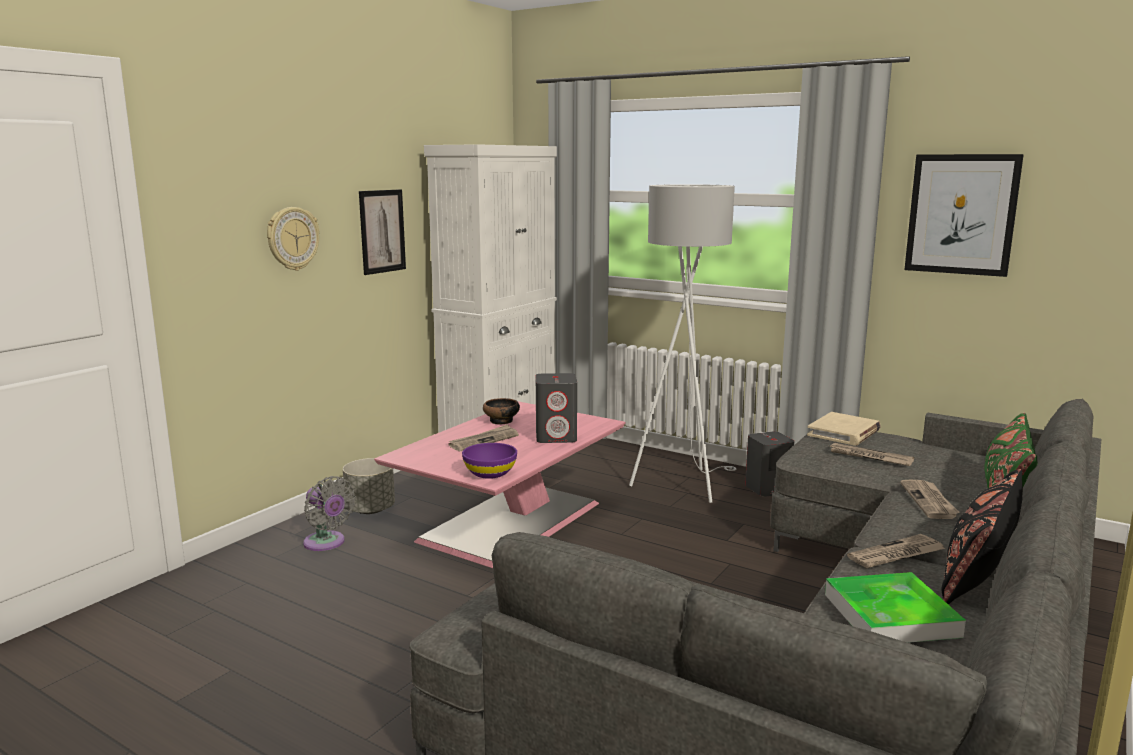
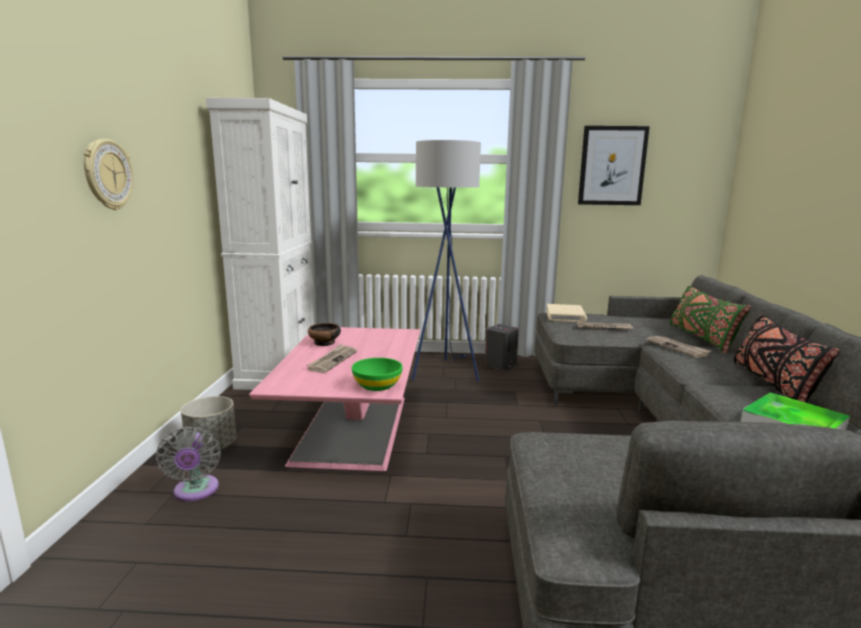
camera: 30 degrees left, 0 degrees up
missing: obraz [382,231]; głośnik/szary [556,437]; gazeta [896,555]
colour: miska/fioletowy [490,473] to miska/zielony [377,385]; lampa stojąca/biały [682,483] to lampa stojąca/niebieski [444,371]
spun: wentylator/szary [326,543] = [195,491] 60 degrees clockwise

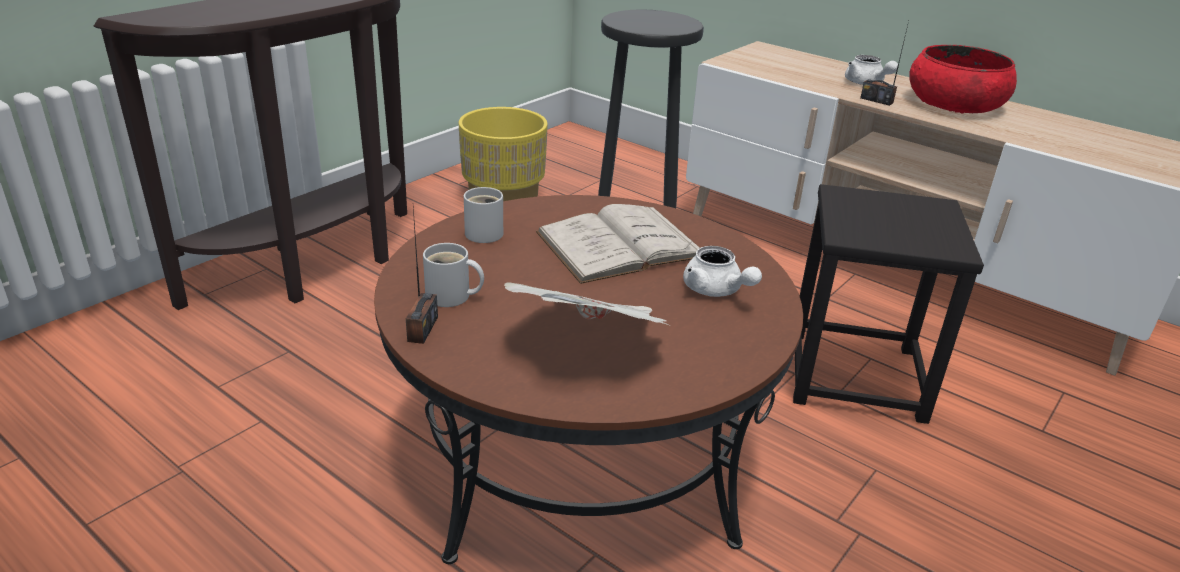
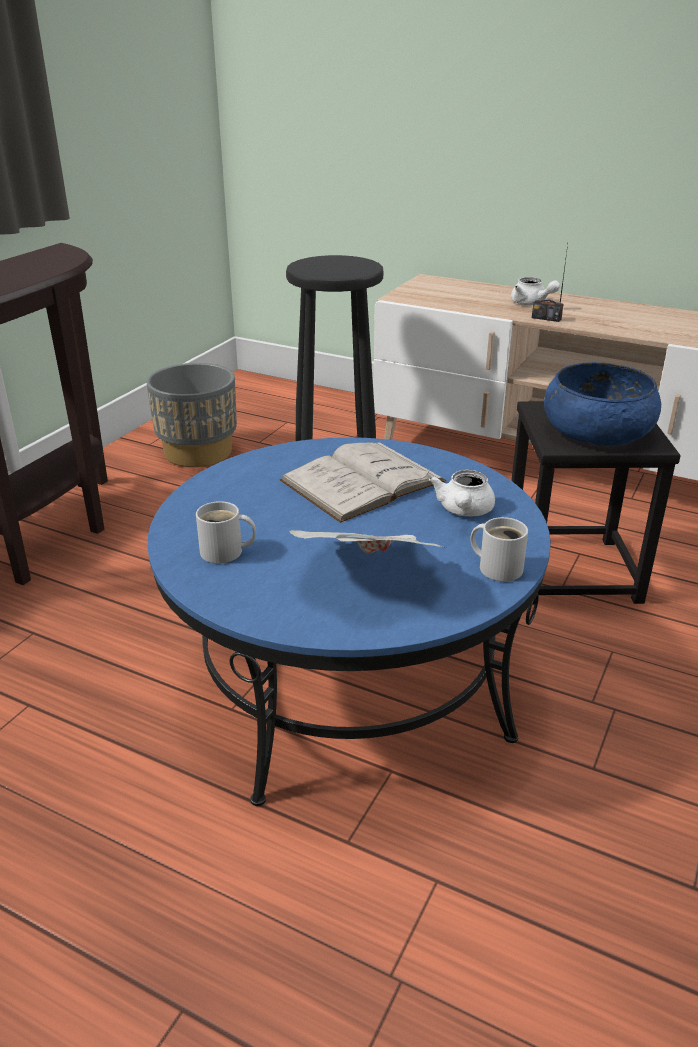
camera: 10 degrees left, 0 degrees up
missing: radio [422,329]; miska/czerwony [955,103]
appeared: miska/niebieski [597,430]
relocated: kubek/biały [483,232] to [498,567]
colour: donica/żółty [503,198] to donica/szary [198,452]; ława/brązowy [581,452] to ława/niebieski [349,681]
spun: imbryk/biały [716,291] = [464,511] 60 degrees clockwise

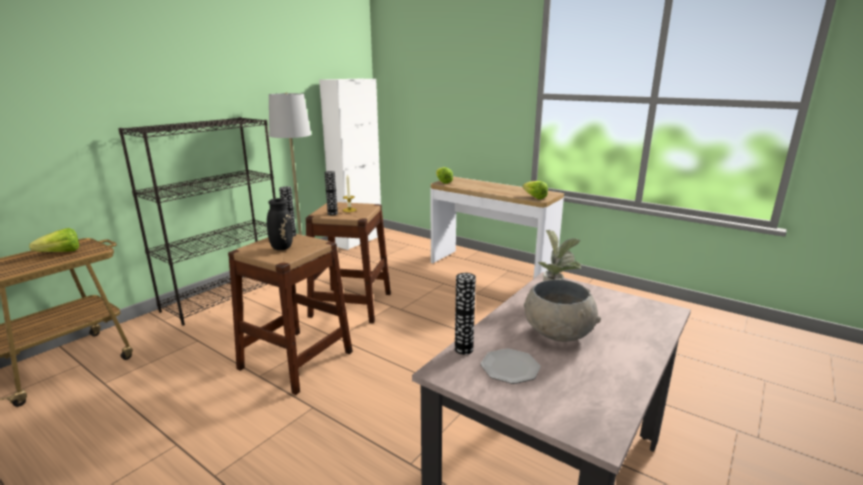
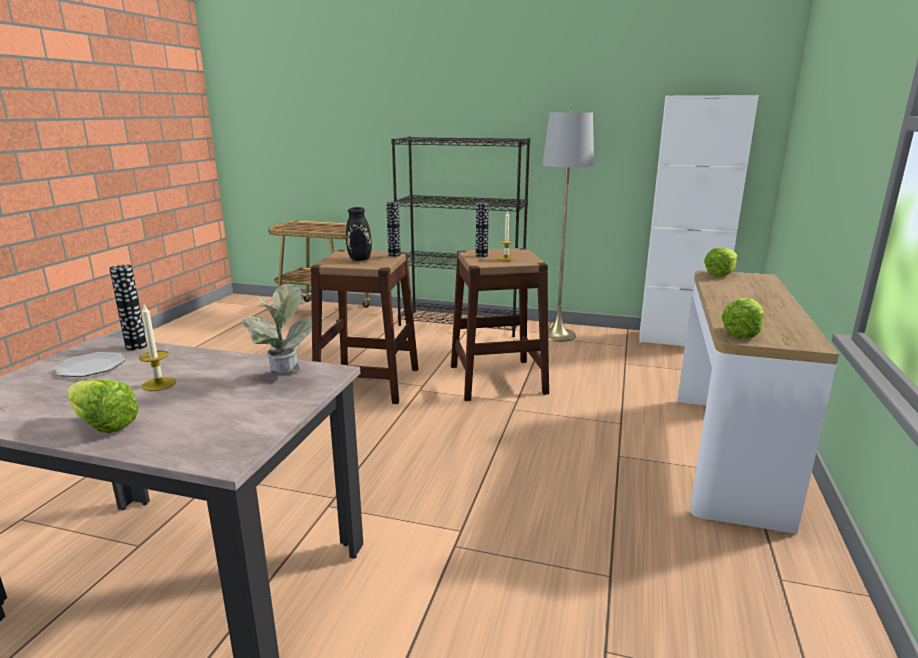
camera: 70 degrees right, 0 degrees up
relocated: sałata [57,253] to [101,422]
exchanged: miska/szary [557,334] to świeca [159,384]

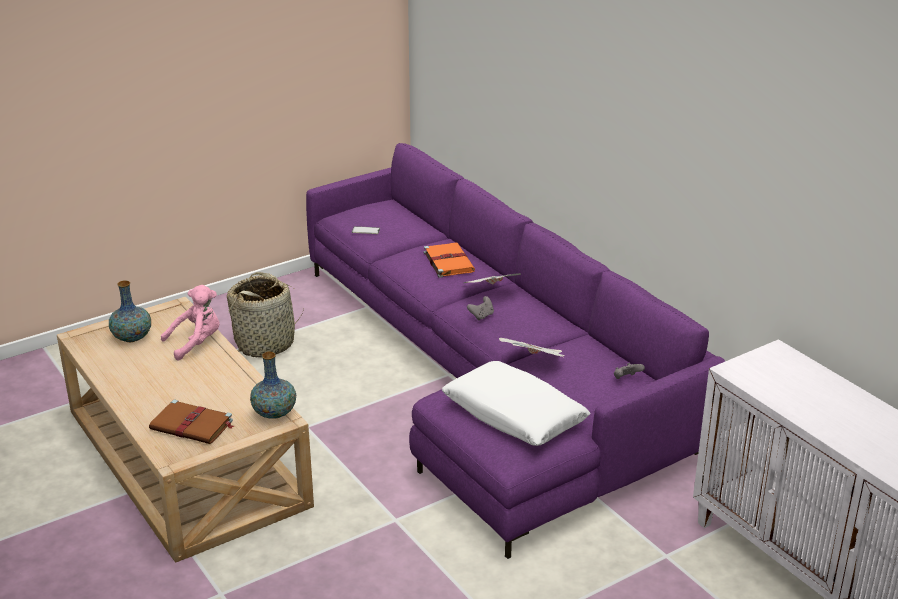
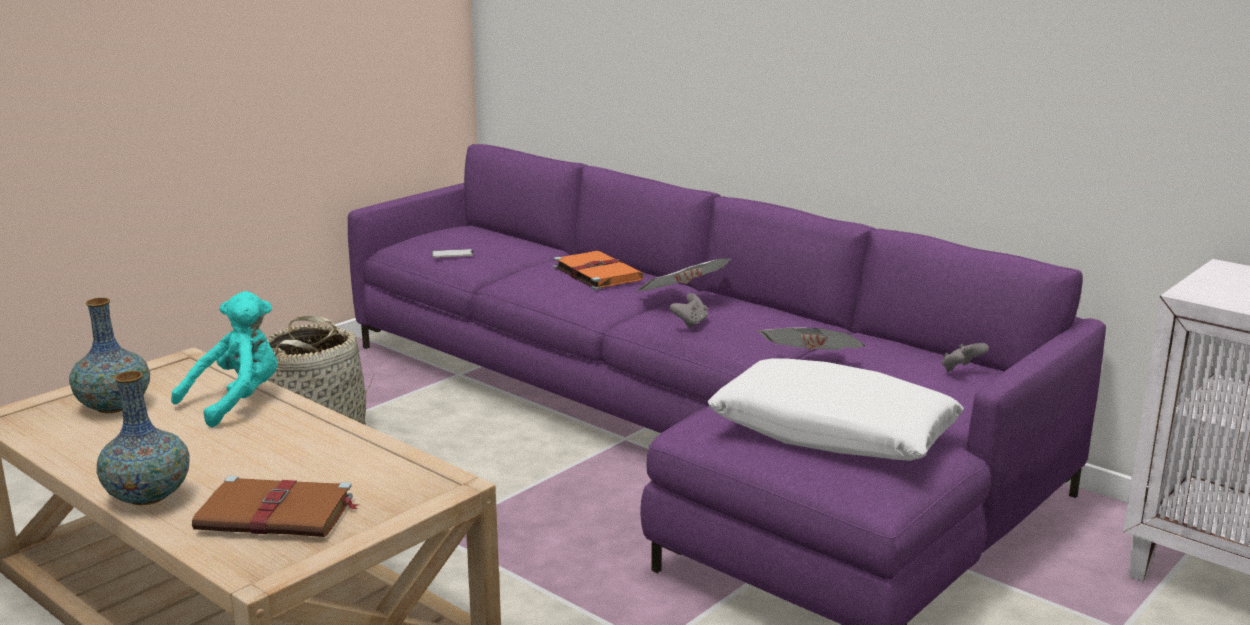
camera: 15 degrees left, 10 degrees down
relocated: wazon [274,413] to [148,496]
colour: pluszak/różowy [196,343] to pluszak/turkusowy [237,401]

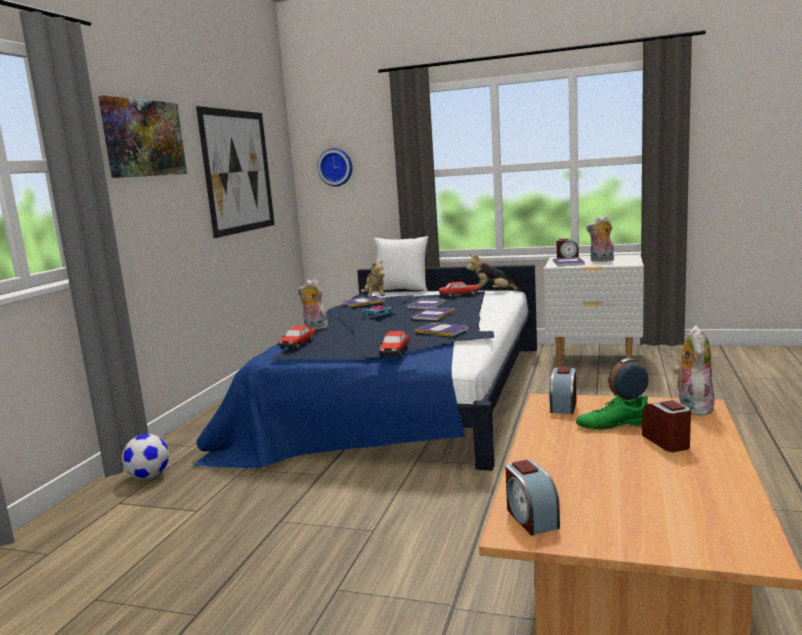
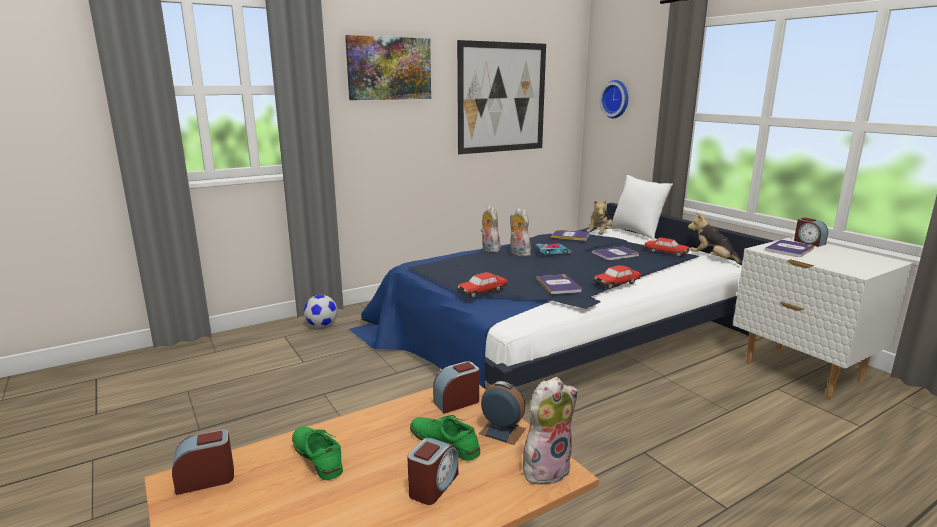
camera: 40 degrees right, 5 degrees up
missing: książka [433,315]
appeared: but/zielony [317,456]
relocated: pluszak [601,260] to [518,253]; samochodzik [298,344] to [616,284]
spun: budzik [531,518] = [206,479] 45 degrees clockwise

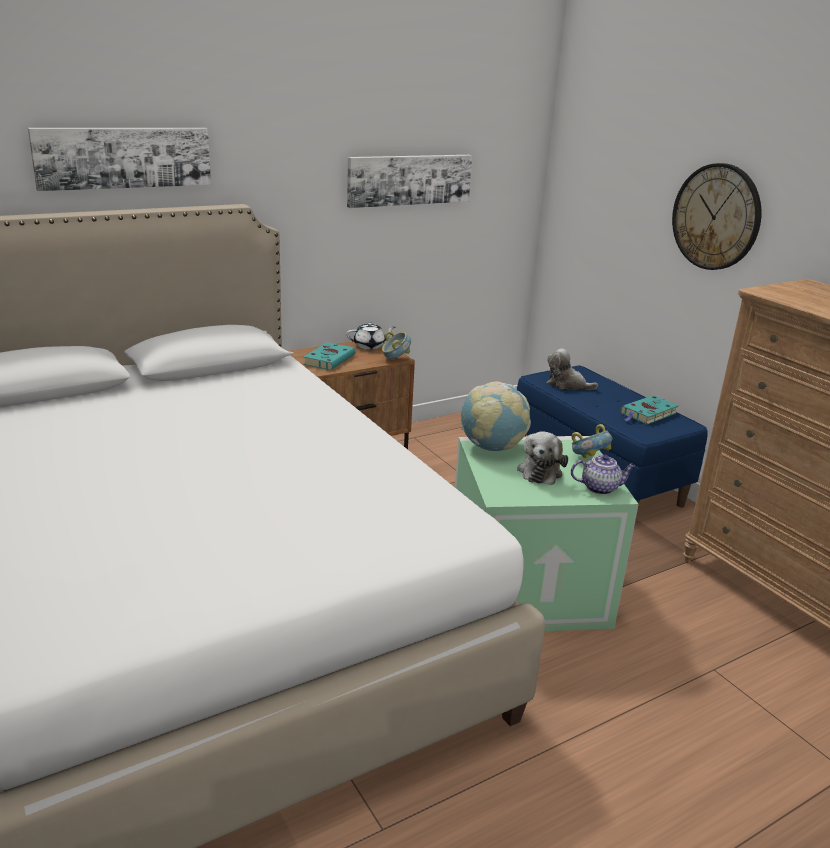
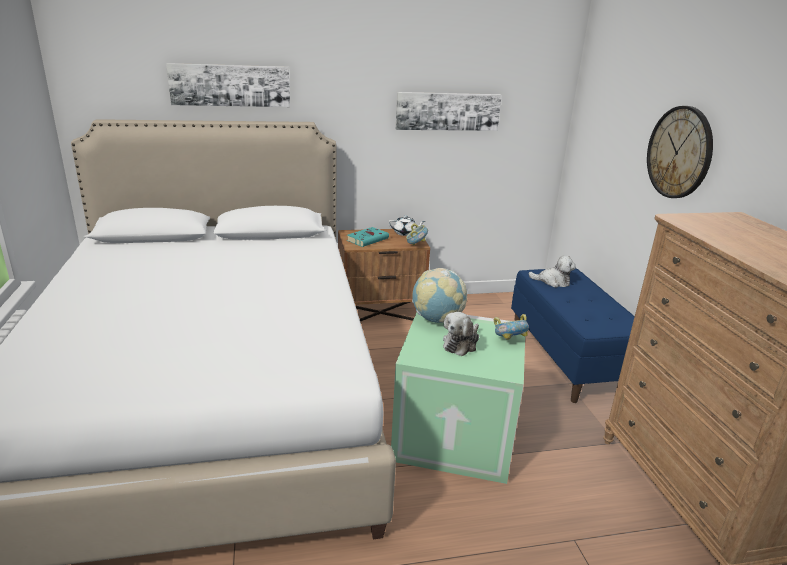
camera: 20 degrees right, 0 degrees up
missing: imbryk [600,488]; książka/turkusowy [647,414]
spun: pluszak [566,384] = [553,281] 150 degrees clockwise

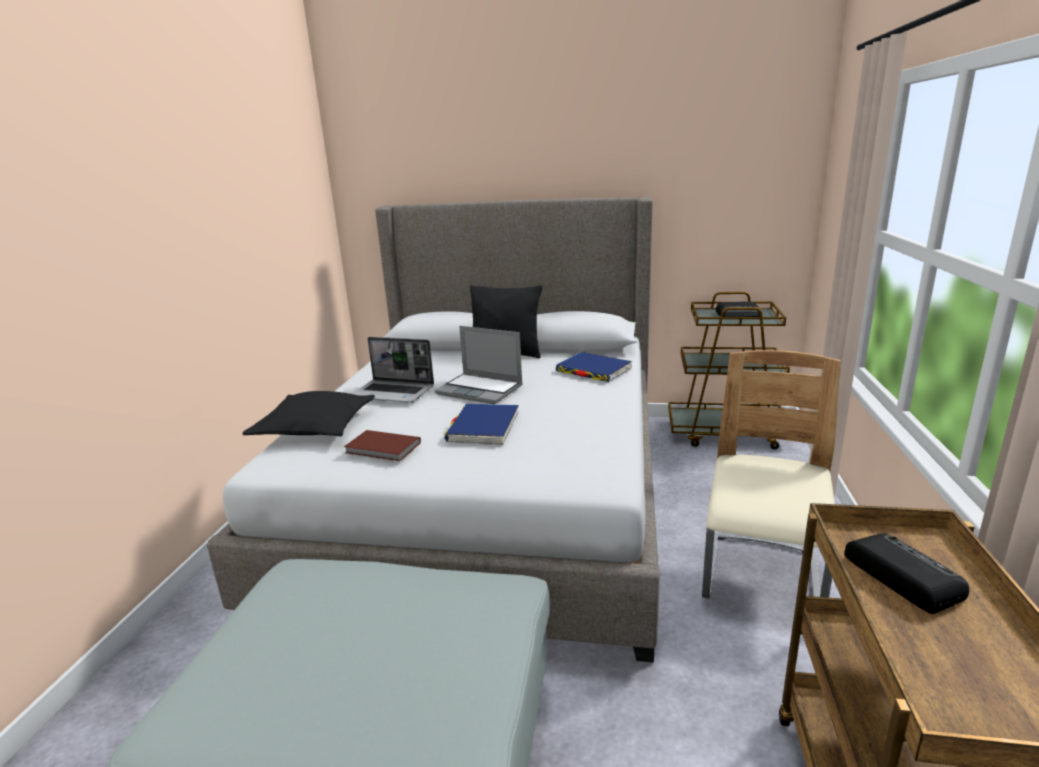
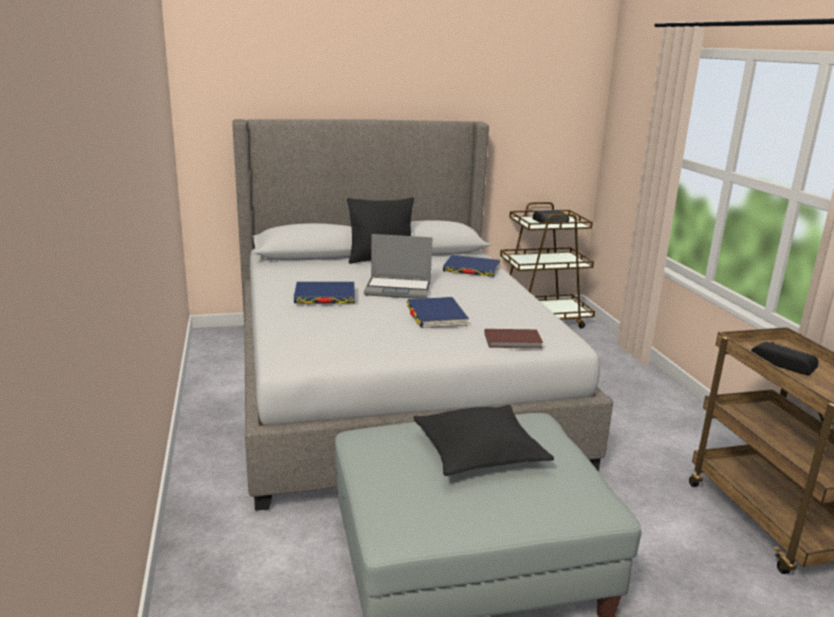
camera: 25 degrees left, 0 degrees up
missing: krzesło/beżowy [761,578]
relocated: poduszka/czarny [315,427] to [479,452]; książka/brązowy [383,448] to [514,341]
exchanged: laptop [394,392] to książka/niebieski [325,296]

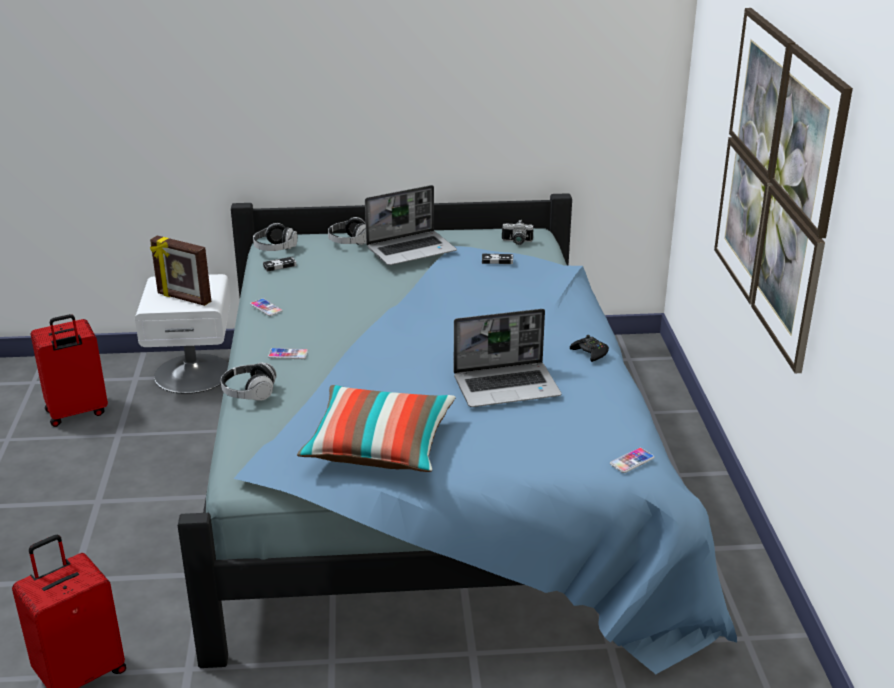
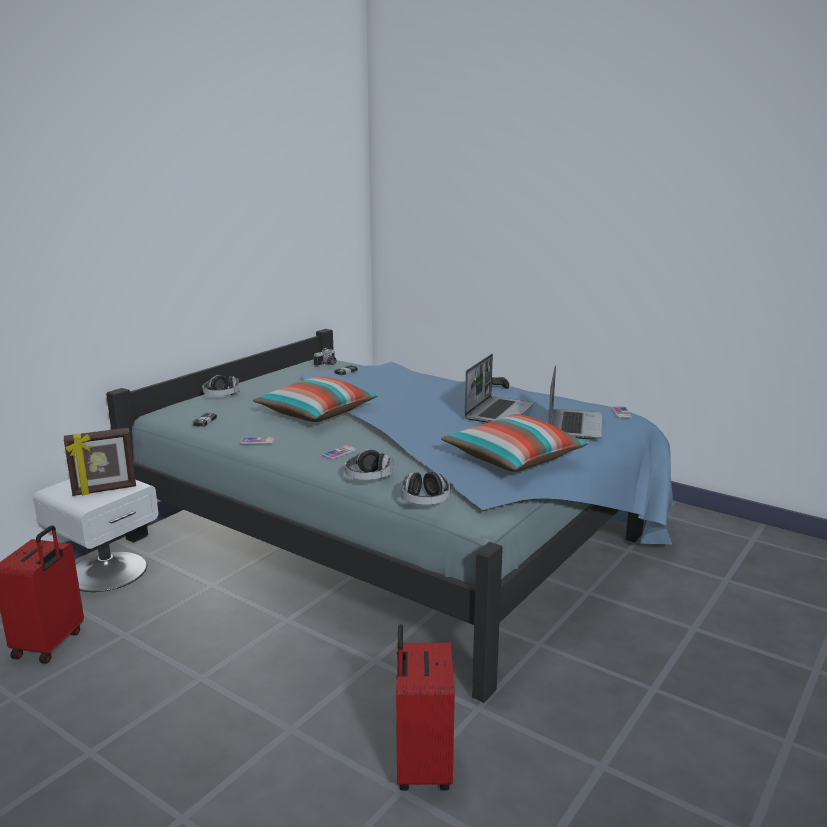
camera: 50 degrees left, 10 degrees down
missing: obraz [776,182]
appeared: poduszka [316,413]
relocated: słuchawki [275,249] to [425,501]; laptop [412,249] to [573,425]

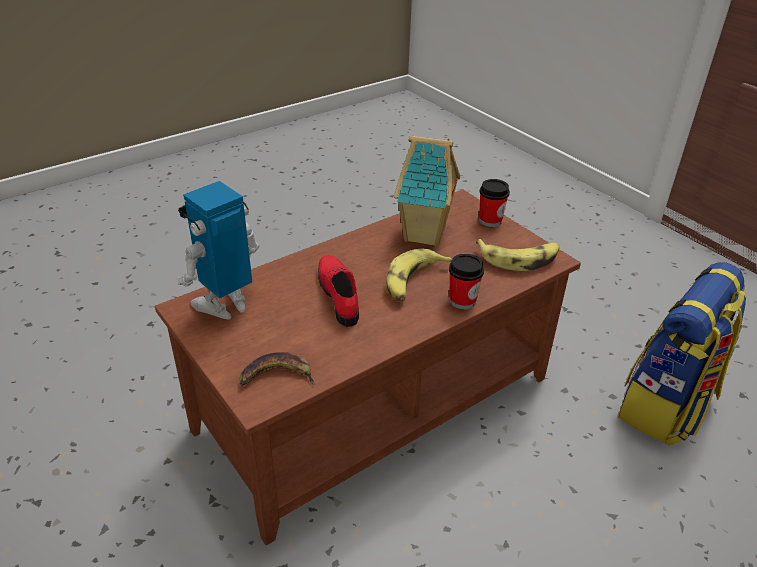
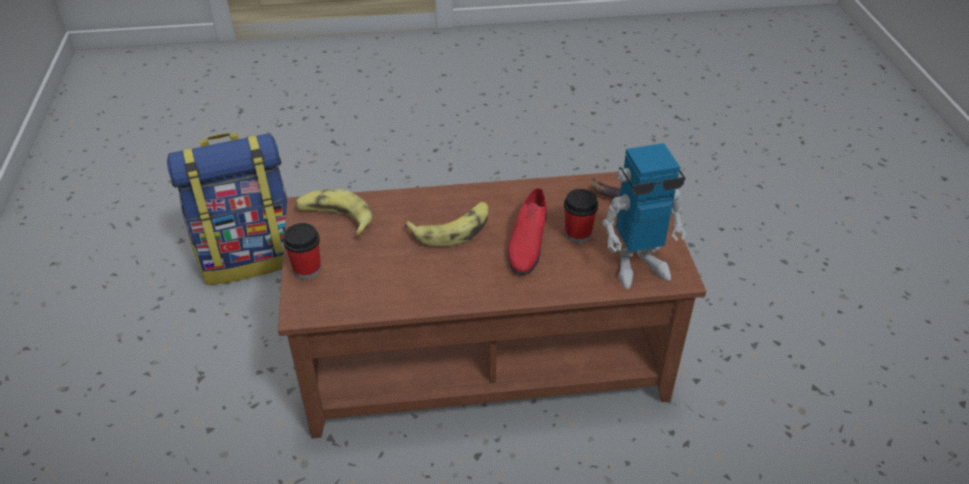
camera: 150 degrees left, 5 degrees up
missing: domek [425,235]
relocated: filiżanka [462,301] to [578,234]

